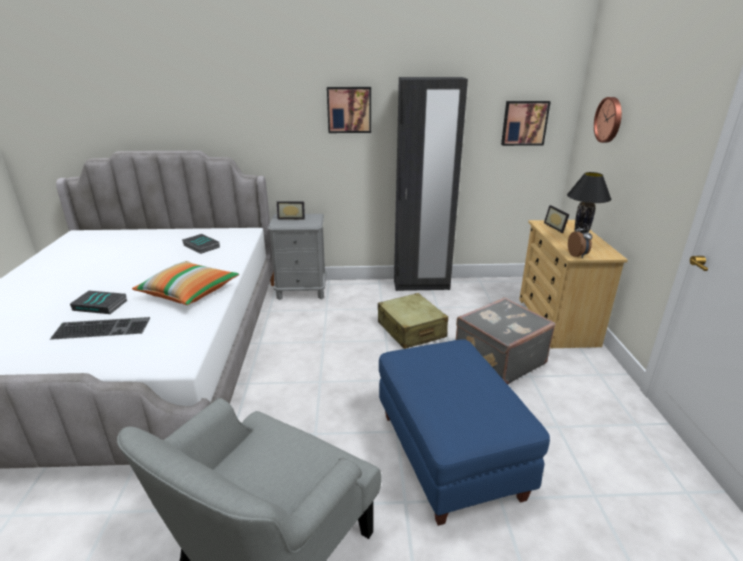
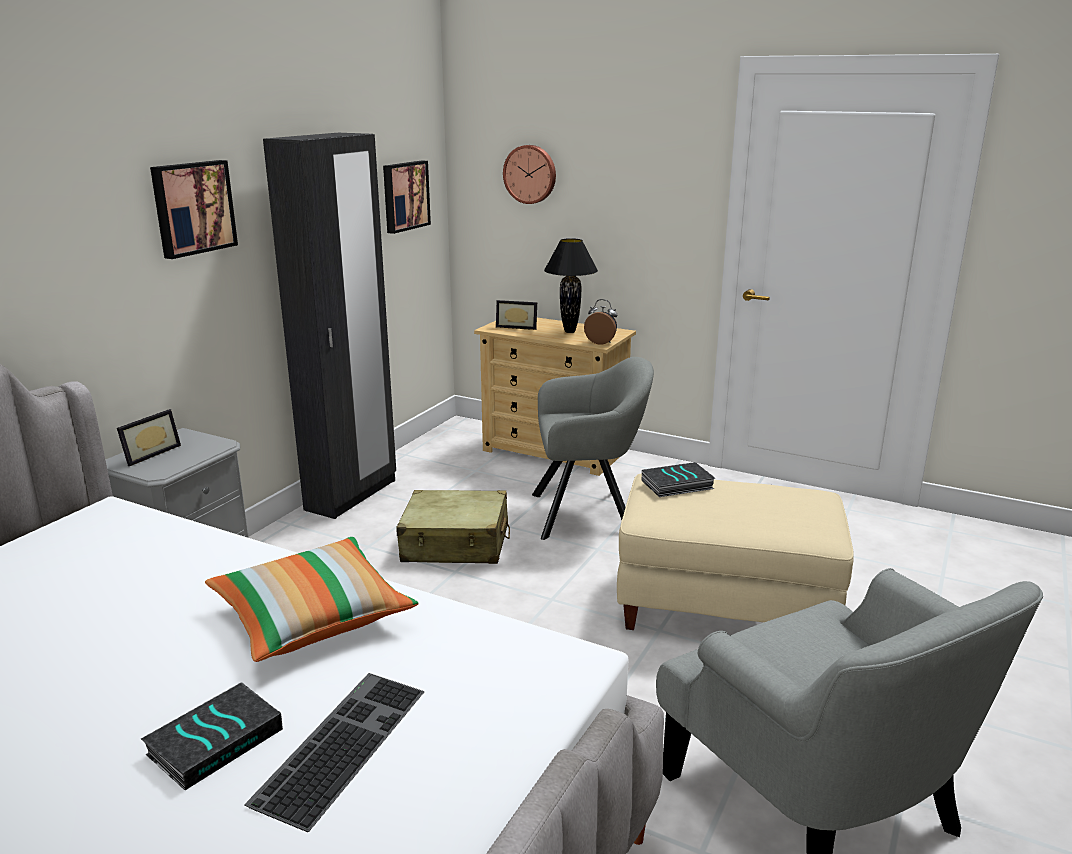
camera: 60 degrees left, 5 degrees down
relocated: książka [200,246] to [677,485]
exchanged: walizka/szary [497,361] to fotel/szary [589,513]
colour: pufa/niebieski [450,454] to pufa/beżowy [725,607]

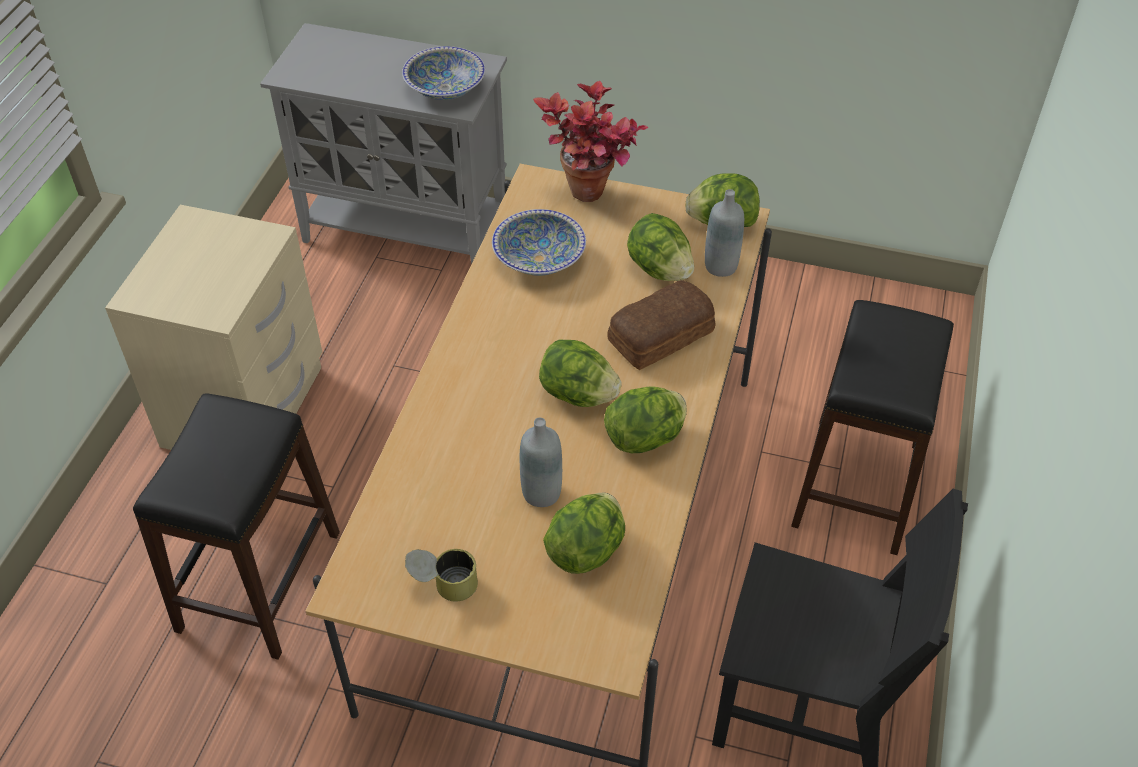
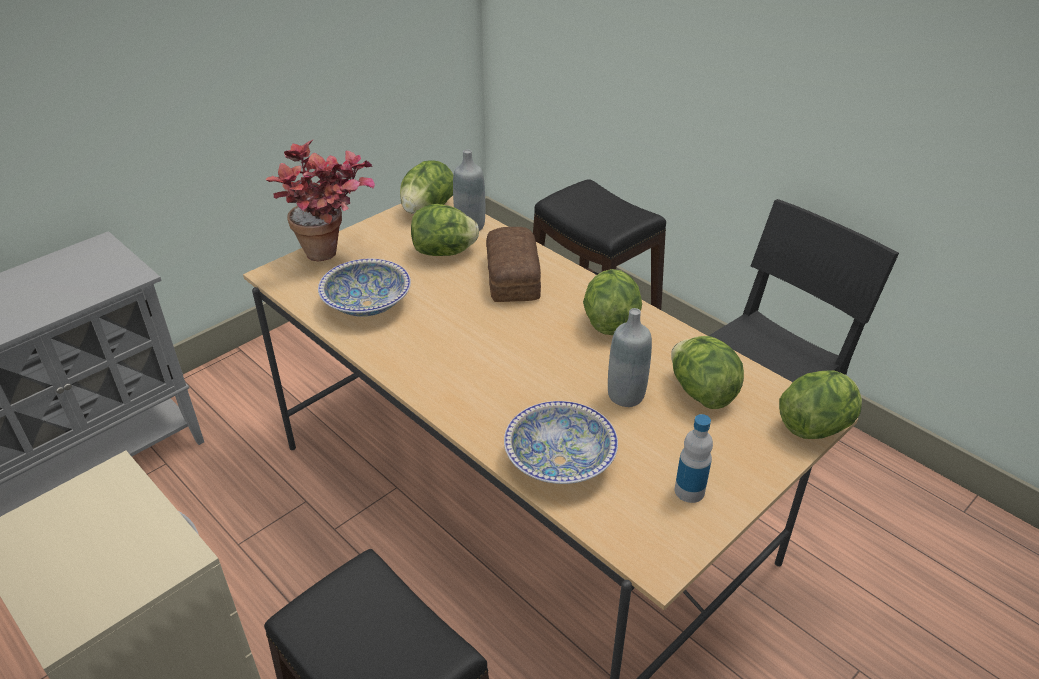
camera: 60 degrees left, 10 degrees down
relocated: miska [445,88] to [559,461]; sałata [578,395] to [816,426]
exchanged: puszka [443,585] to butelka [689,491]

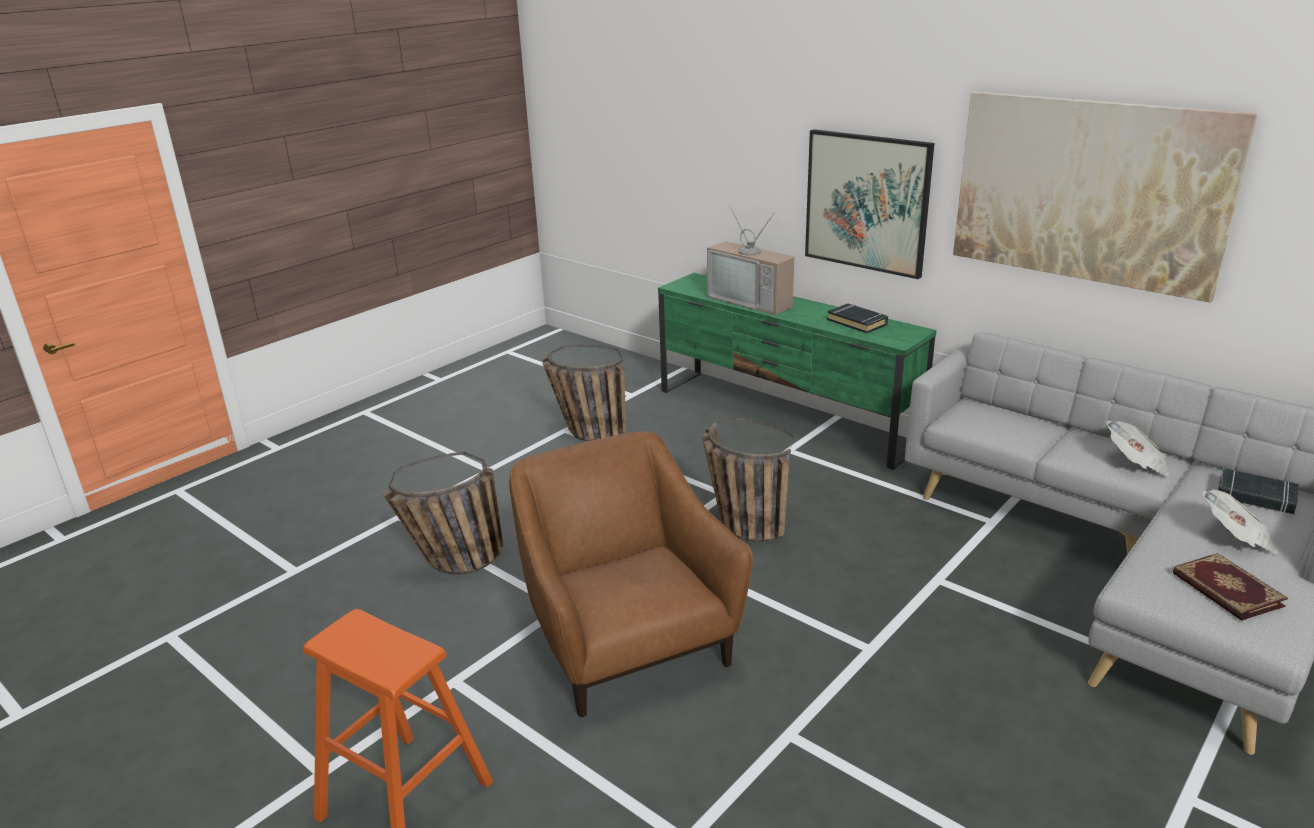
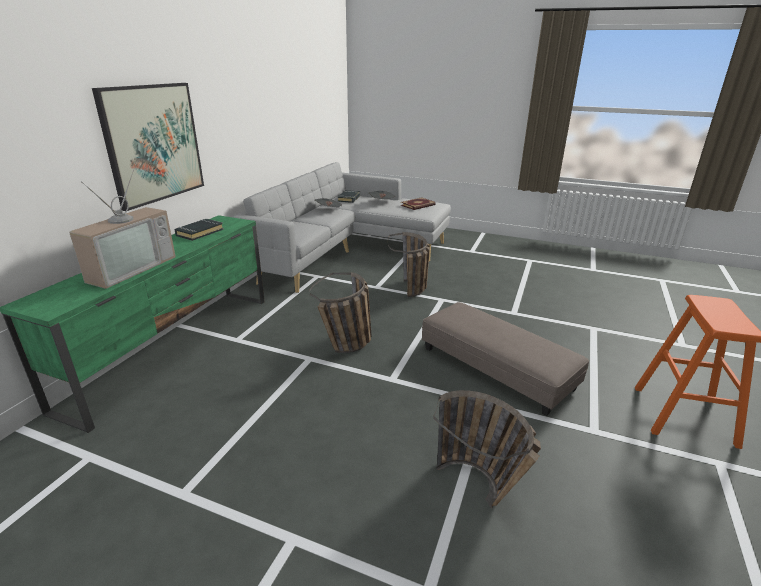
camera: 110 degrees left, 0 degrees up
missing: obraz [1088,192]
relocated: koszyk [584,432] to [412,292]
exchanged: fotel/brązowy [626,642] to pufa/szary [496,368]

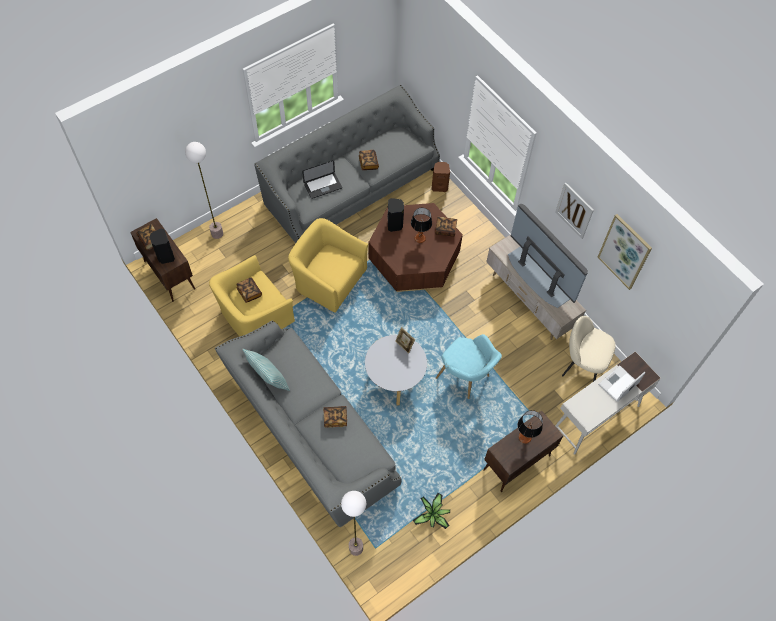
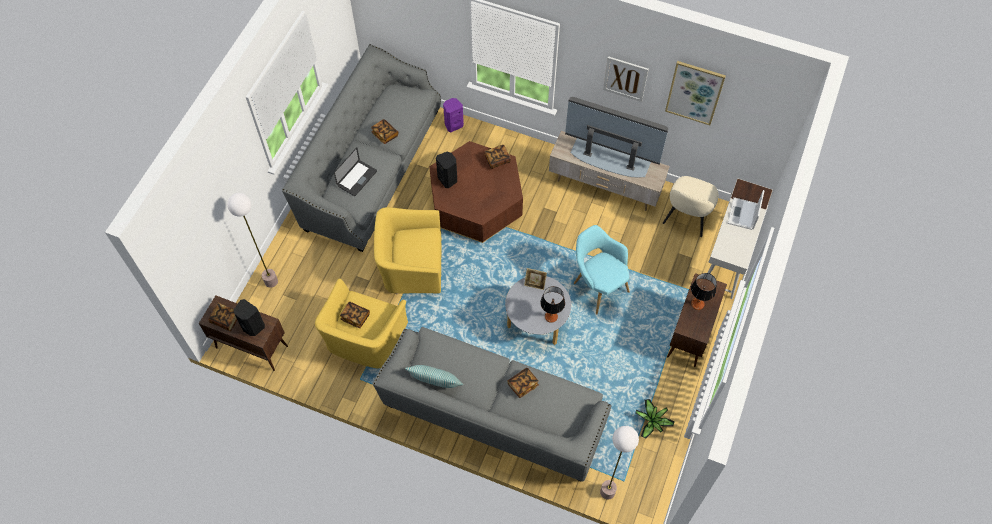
camera: 30 degrees left, 0 degrees up
relocated: lampa stołowa [420,238] to [551,316]
colour: głośnik/brązowy [439,186] to głośnik/fioletowy [453,124]
spun: fotel/turkusowy [466,378] = [597,285] 135 degrees counterclockwise; krzesło/beżowy [582,365] = [686,218] 60 degrees counterclockwise

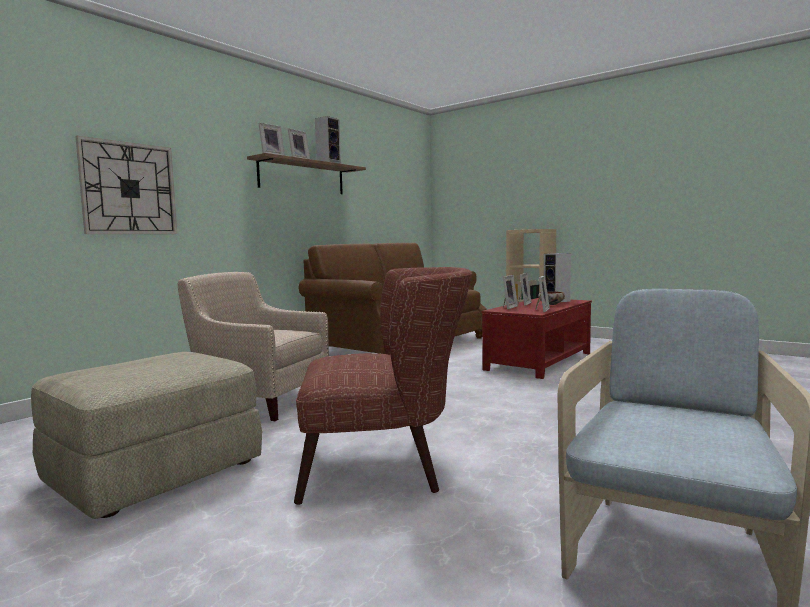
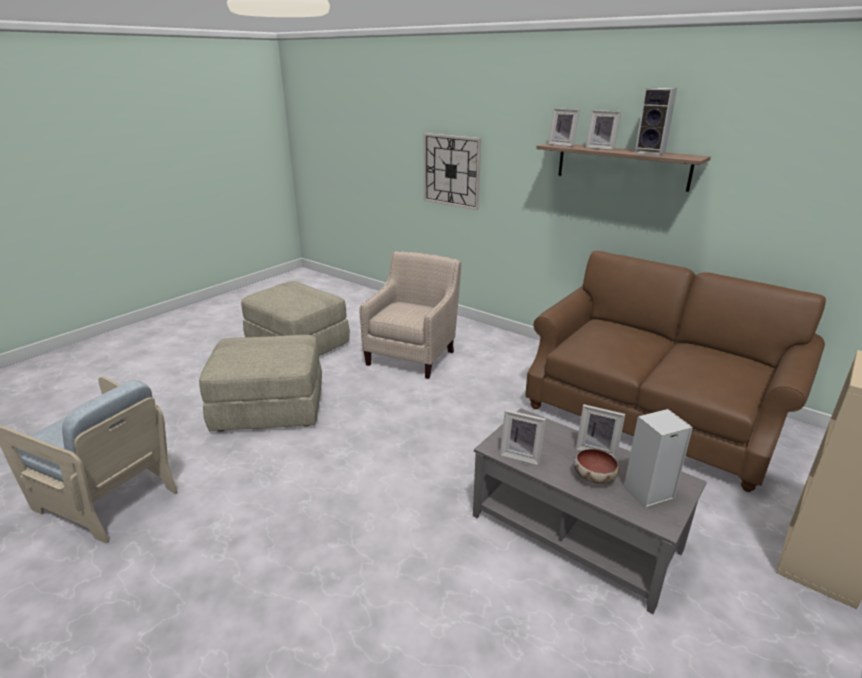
camera: 90 degrees right, 20 degrees up
missing: ramka na zdjęcie [507,307]
exchanged: fotel/brązowy [385,467] to pufa/beżowy [268,408]
colour: ława/czerwony [538,361] to ława/szary [576,531]

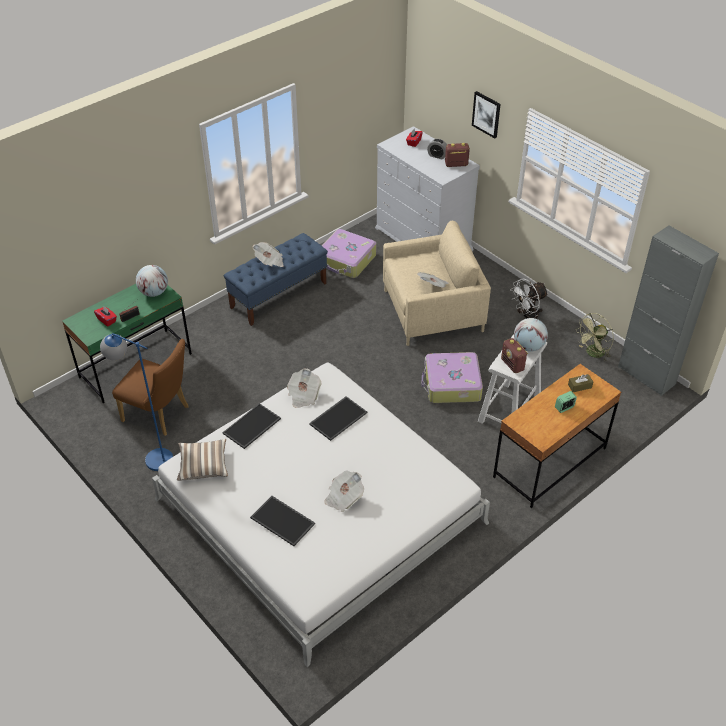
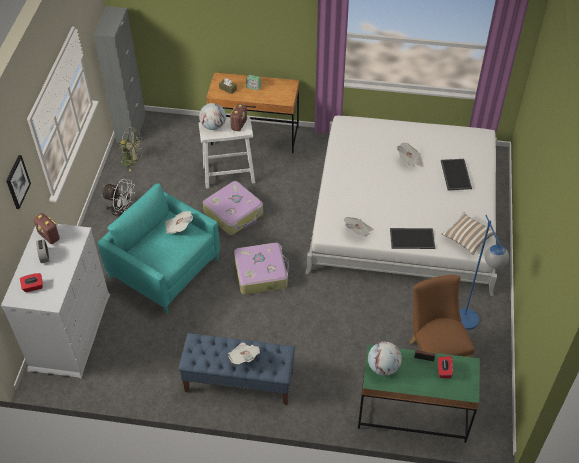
camera: 130 degrees left, 5 degrees up
missing: taca [338,417]
relocated: walizka [346,260] to [261,273]
colour: fotel/beżowy [433,311] to fotel/turkusowy [164,268]

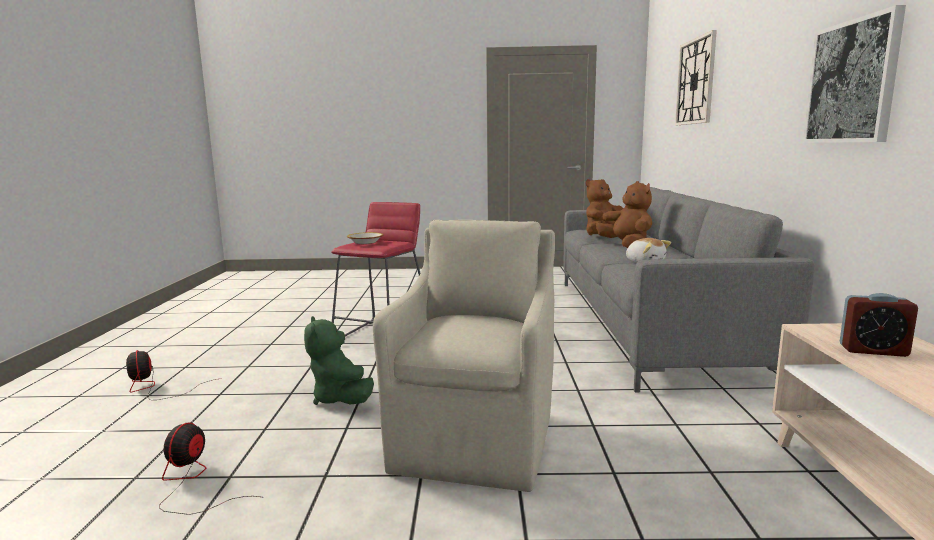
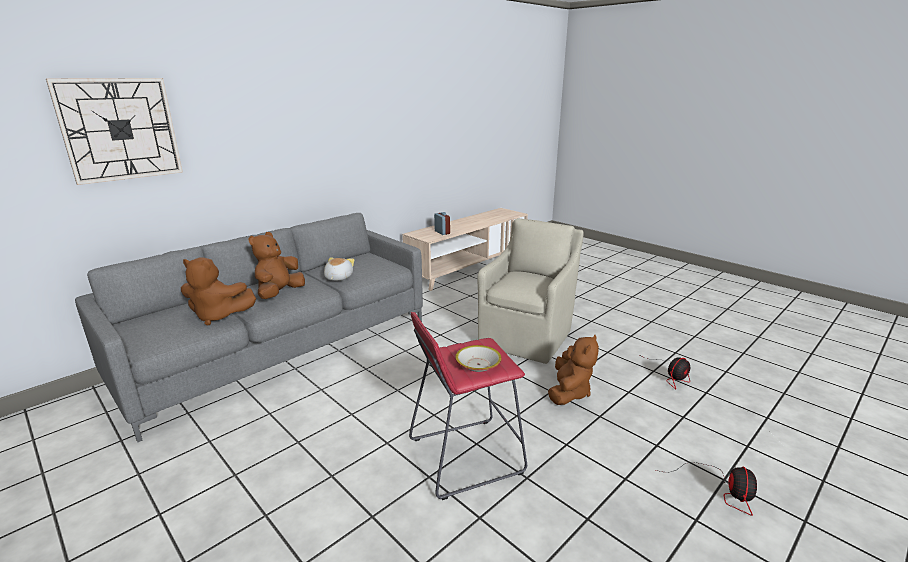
camera: 135 degrees left, 10 degrees up
missing: obraz [852,82]
colour: pluszak/zielony [341,399] to pluszak/brązowy [569,392]
spun: fotel/beżowy [476,439] = [527,337] 150 degrees clockwise

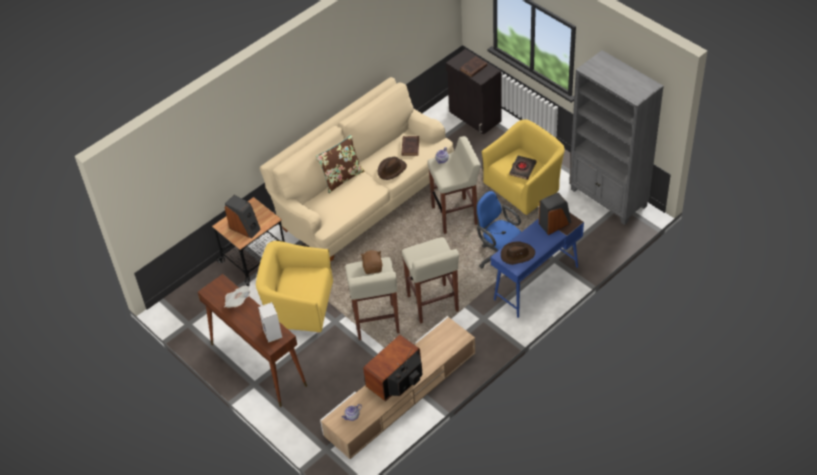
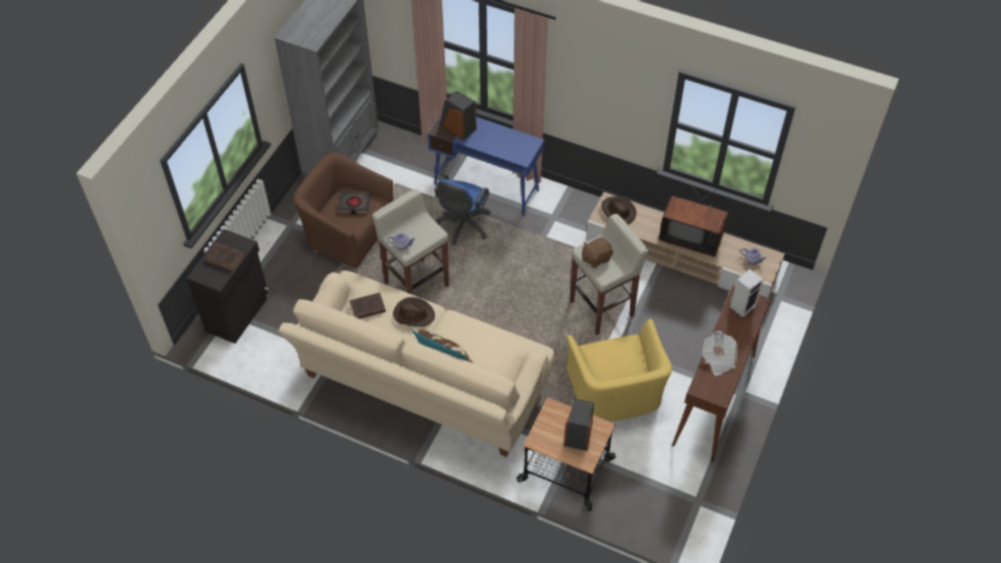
camera: 115 degrees left, 5 degrees up
missing: stołek/beżowy [433,304]
relocated: kapelusz/brązowy [517,254] to [617,212]
colour: fotel/żółty [524,187] to fotel/brązowy [348,232]

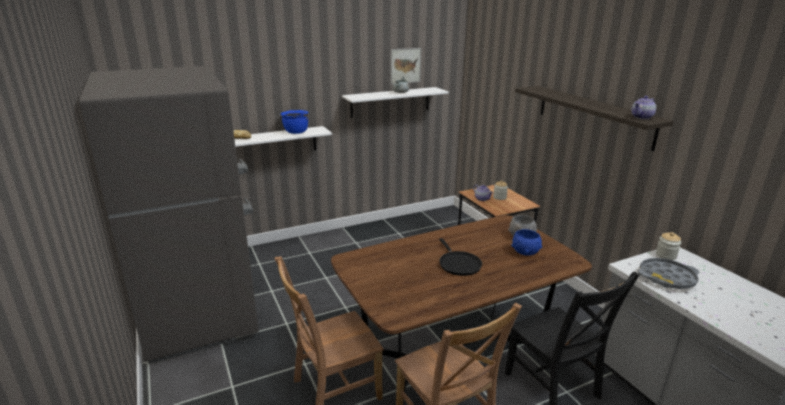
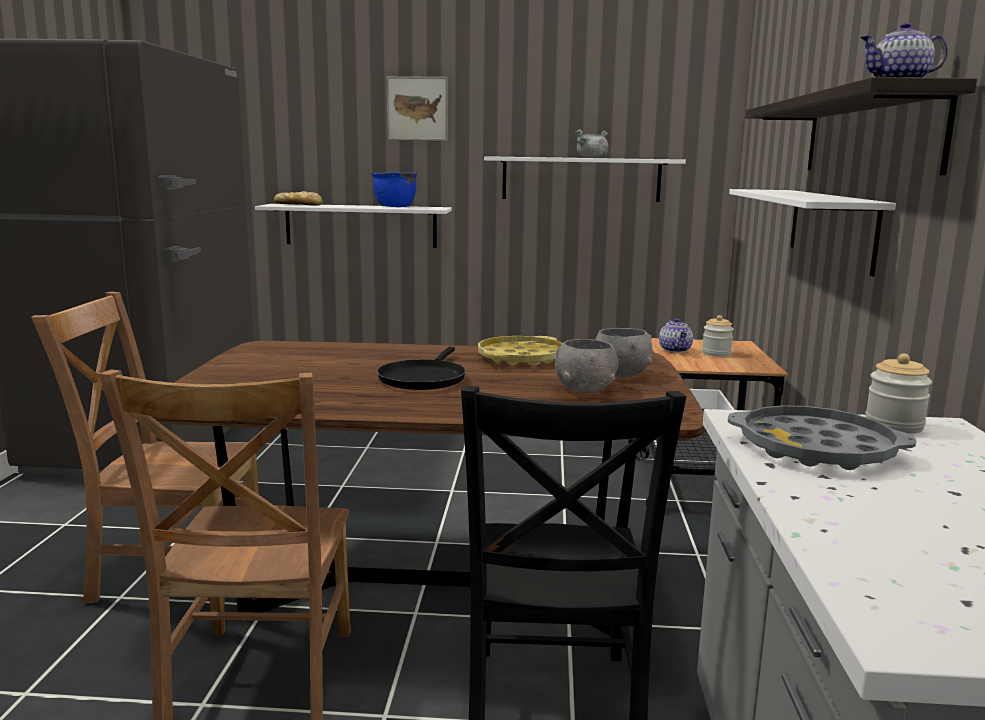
camera: 30 degrees right, 10 degrees down
appeared: taca/żółty [521,358]; półka/biały [831,227]
relocated: obraz [405,65] to [417,108]
colour: miska/niebieski [525,252] to miska/szary [584,389]

